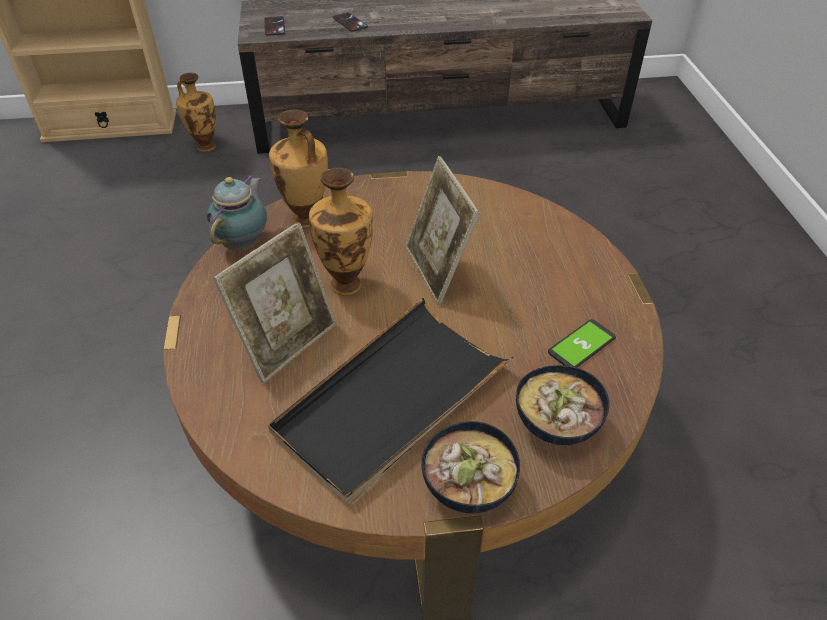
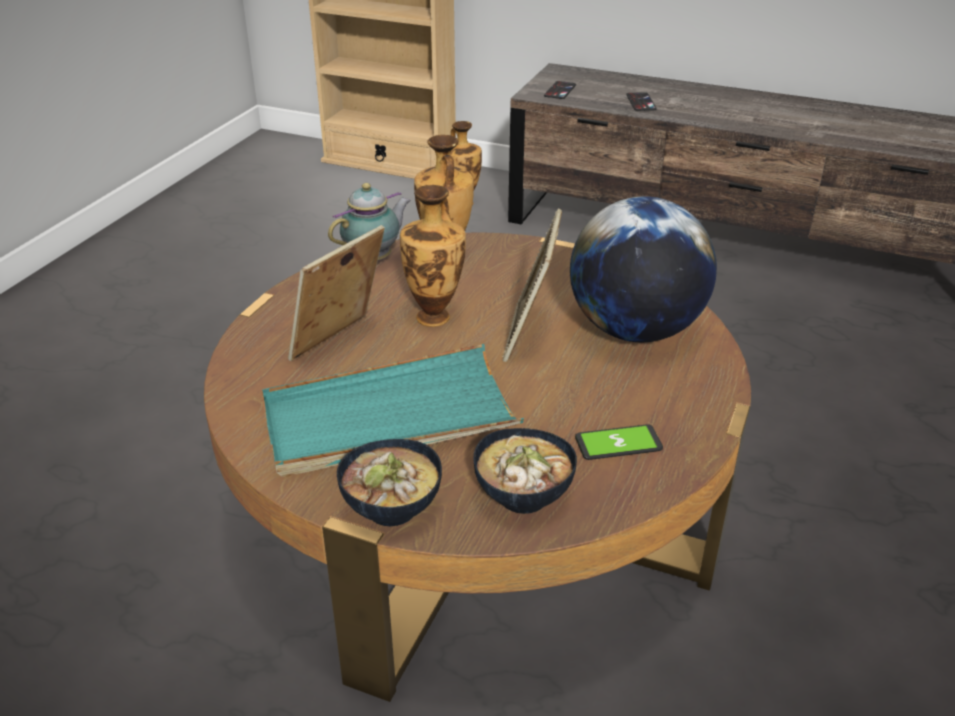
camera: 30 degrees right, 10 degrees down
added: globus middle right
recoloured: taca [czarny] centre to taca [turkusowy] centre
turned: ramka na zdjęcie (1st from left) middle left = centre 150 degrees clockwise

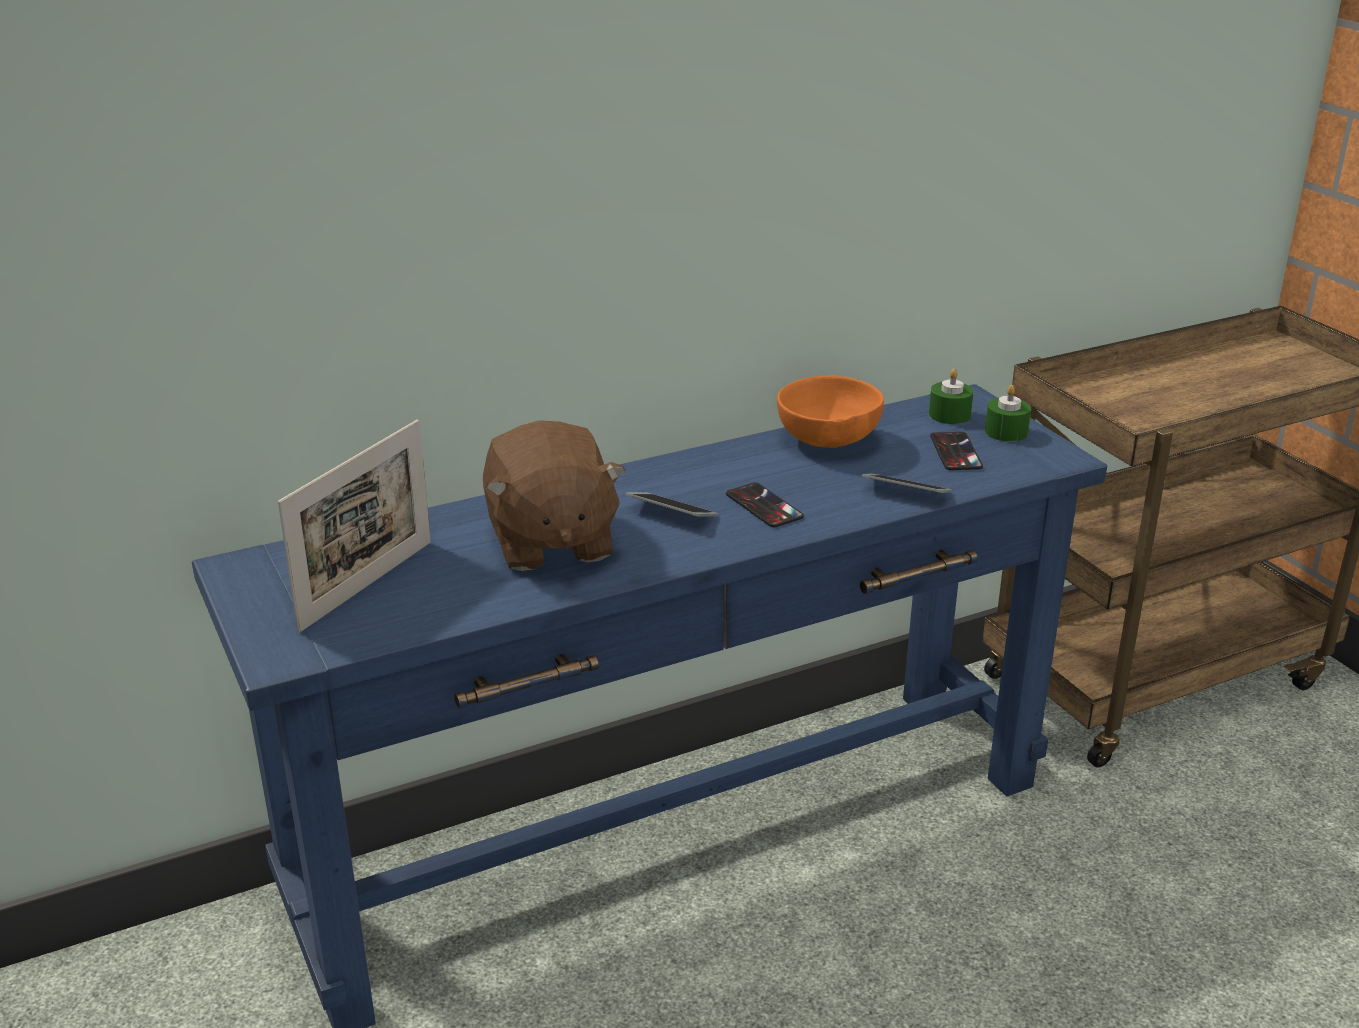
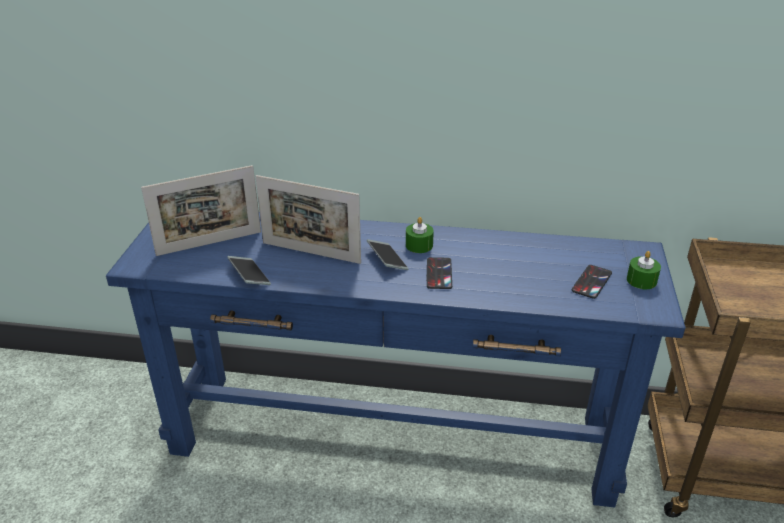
camera: 35 degrees right, 5 degrees up
removed: miska [pomarańczowy] centre
moved: telefon (3rd from left in the first image) middle right to telefon (1st from left) middle left; świeca [zielony] (1st from left) middle right to centre
replaced: pluszak [brązowy] centre to ramka na zdjęcie (2nd from left) centre

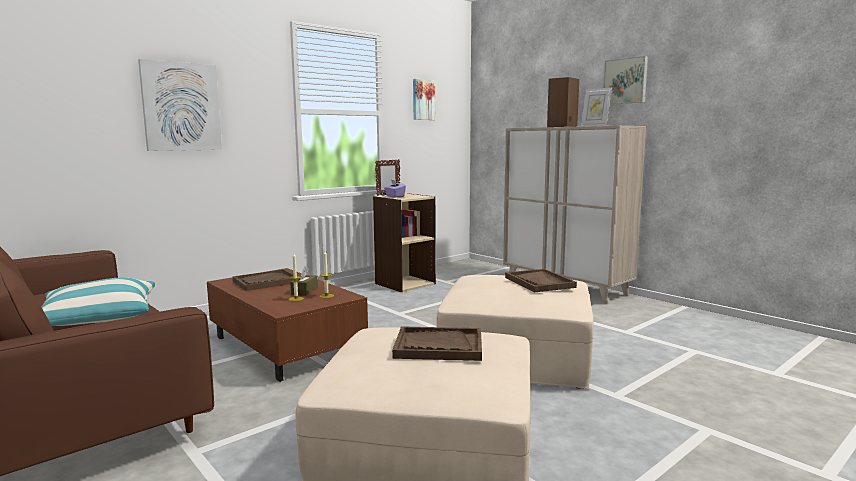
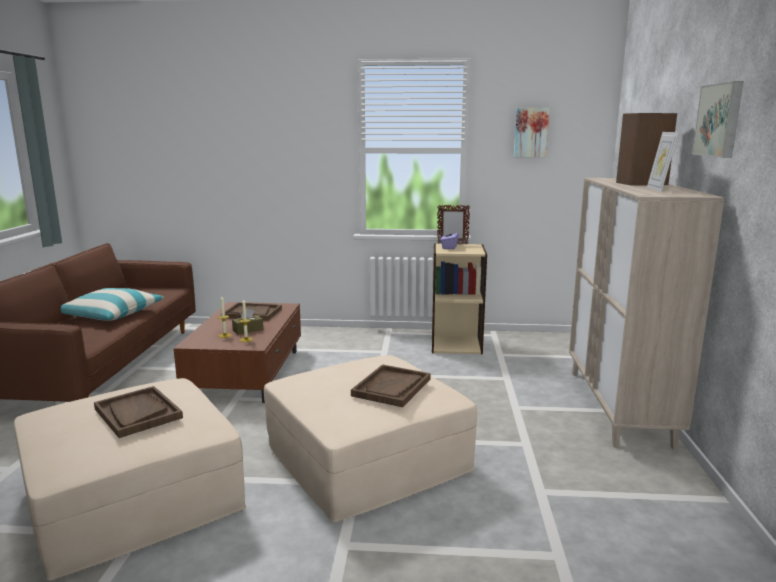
camera: 45 degrees right, 5 degrees up
removed: obraz (1st from left) top left

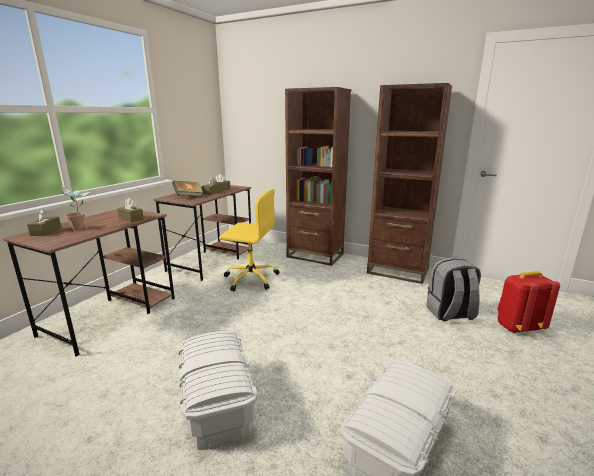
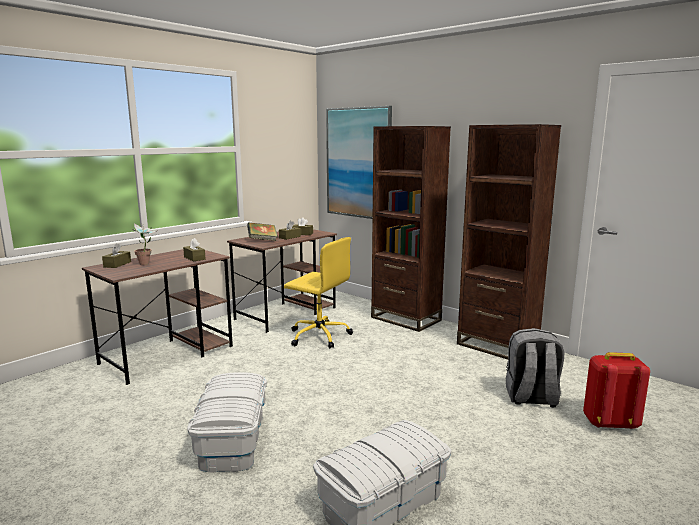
camera: 15 degrees right, 5 degrees down
added: obraz top centre

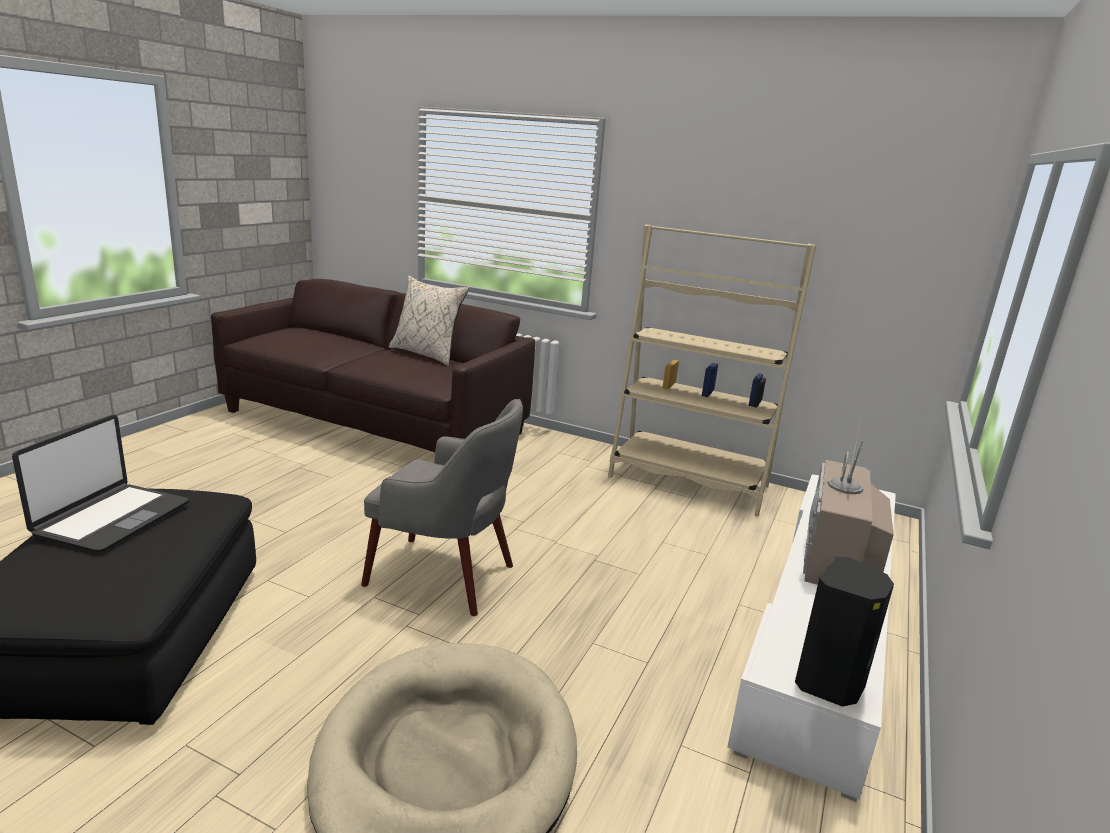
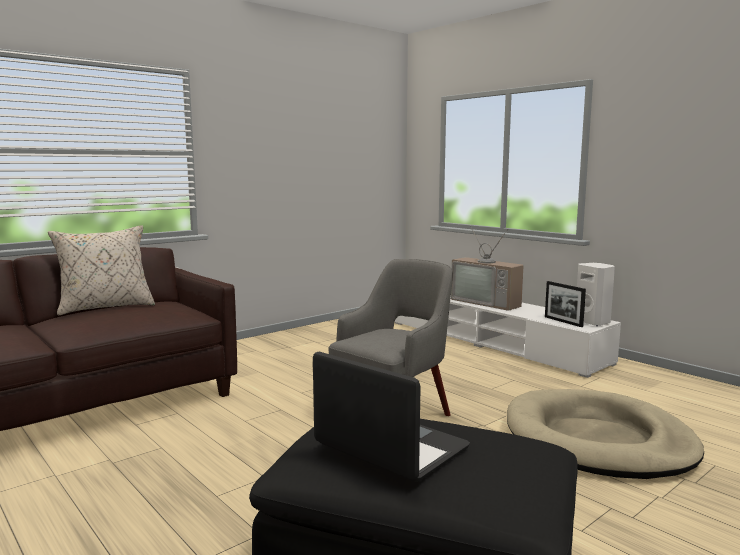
camera: 65 degrees left, 10 degrees down
removed: regał [beżowy] centre
added: ramka na zdjęcie middle right
recoloured: głośnik [czarny] bottom right to głośnik [biały] middle right

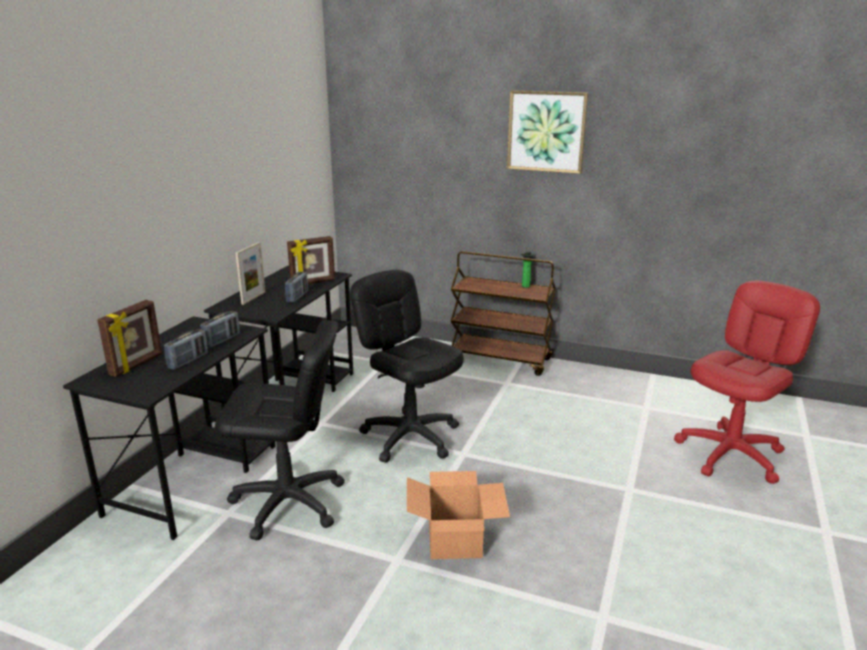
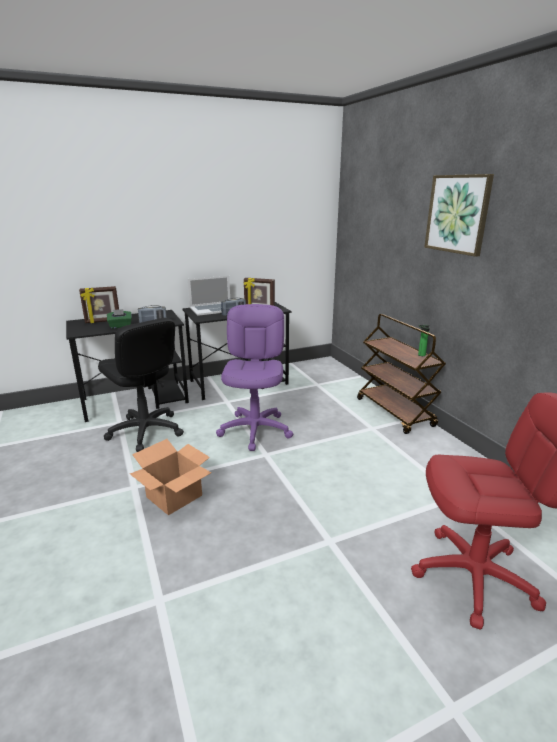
camera: 45 degrees right, 0 degrees up
replaced: radio (1st from left) middle left to pudełko chusteczek [zielony] middle left; ramka na zdjęcie (2nd from left) middle left to laptop centre
recoloured: krzesło biurowe [czarny] (2nd from left) centre to krzesło biurowe [fioletowy] centre

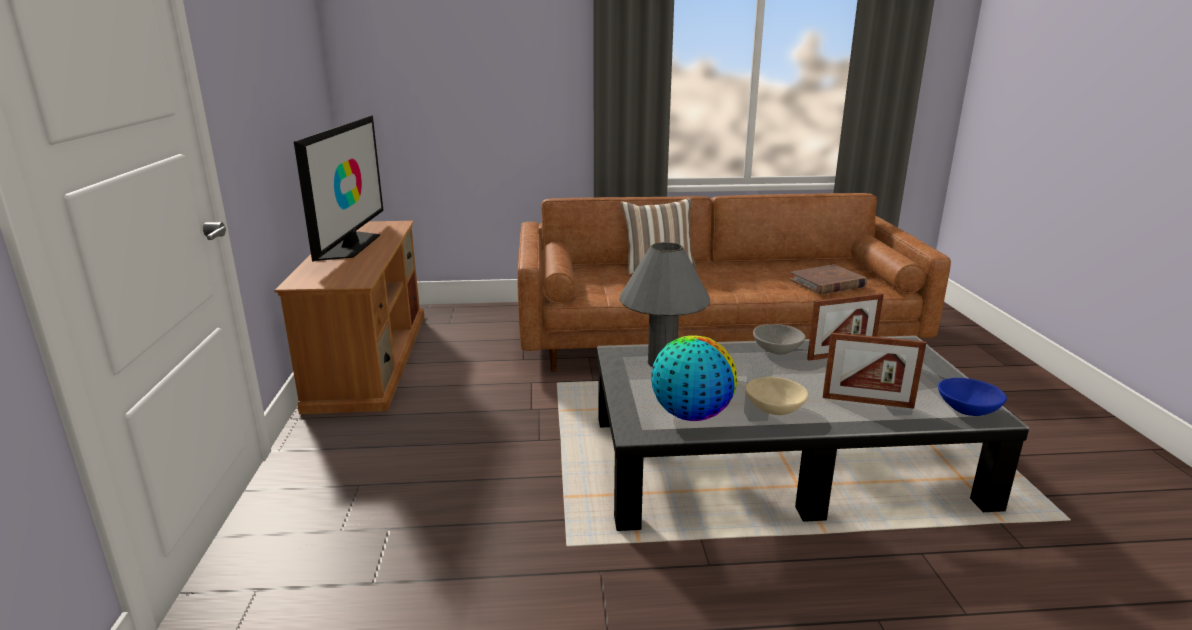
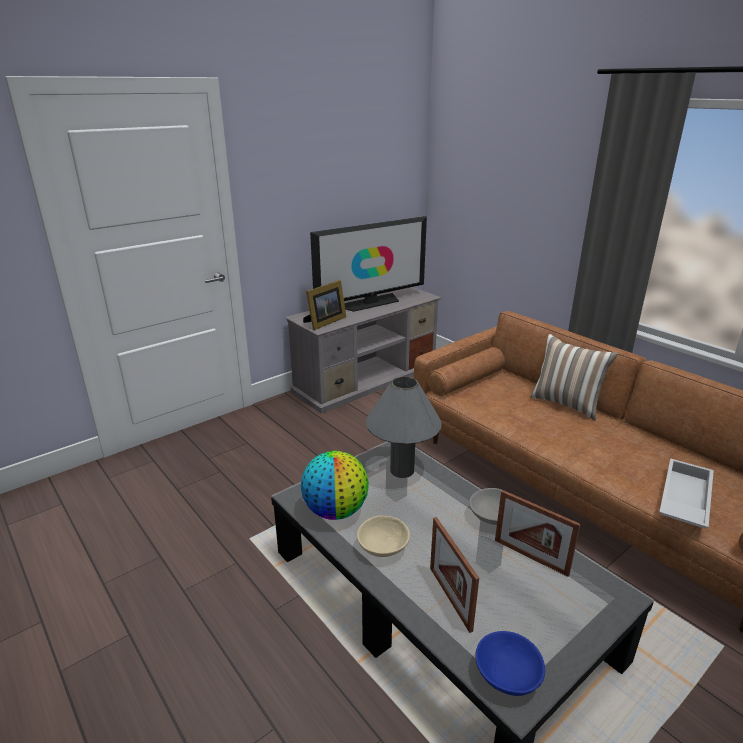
camera: 55 degrees right, 5 degrees up
added: ramka na zdjęcie (1st from left) centre
replaced: książka [brązowy] middle right to taca [biały] middle right
recoloured: szafka pod telewizor [brązowy] middle left to szafka pod telewizor [szary] centre

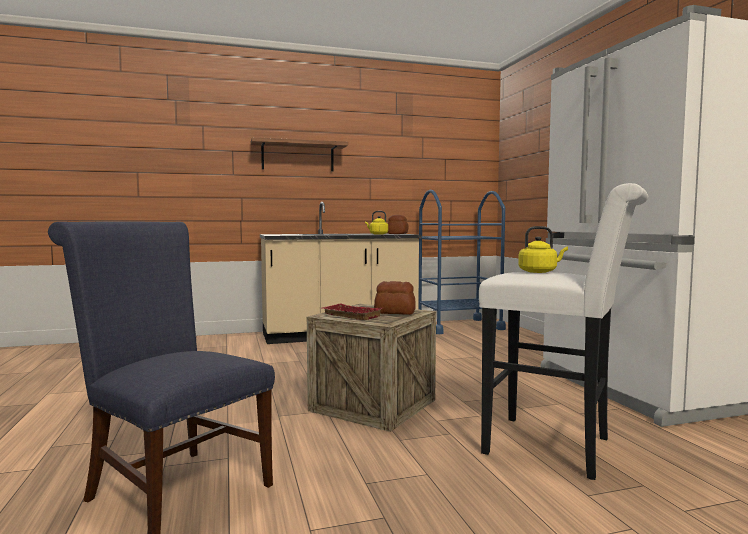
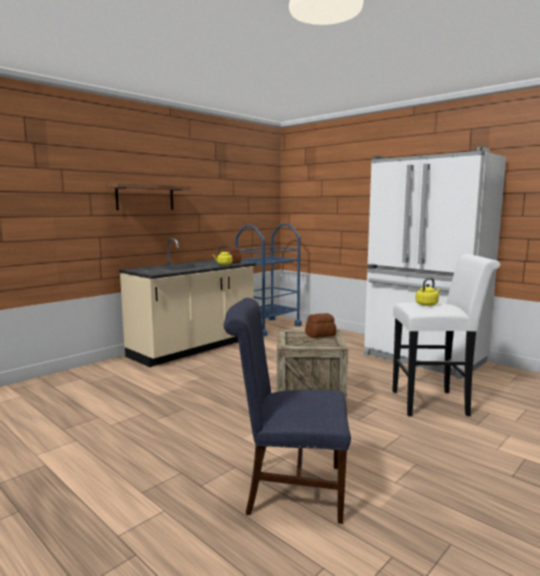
camera: 30 degrees left, 5 degrees up
removed: taca [czerwony] centre

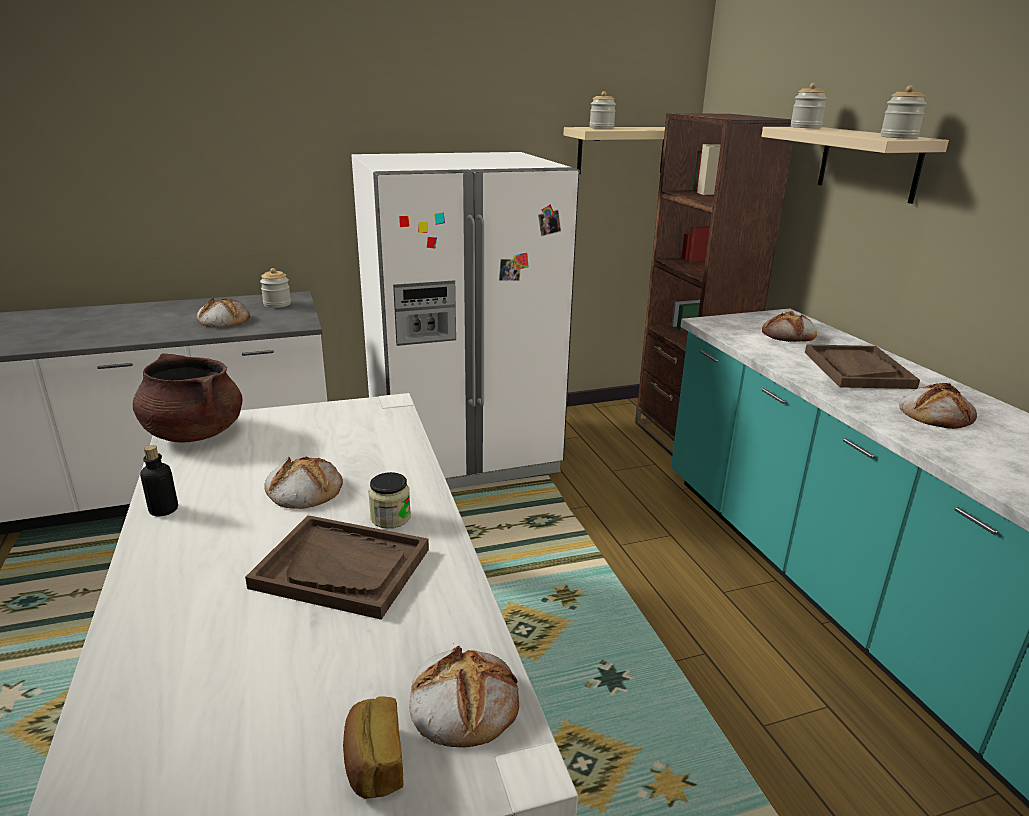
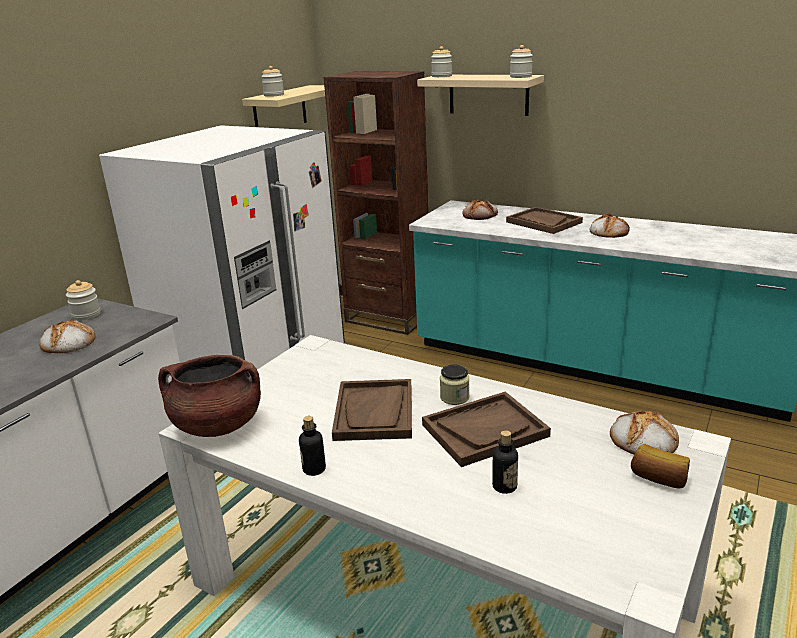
camera: 40 degrees left, 0 degrees up
added: butelka (2nd from left) bottom centre
replaced: chleb (2nd from left) middle left to taca [brązowy] (1st from left) centre

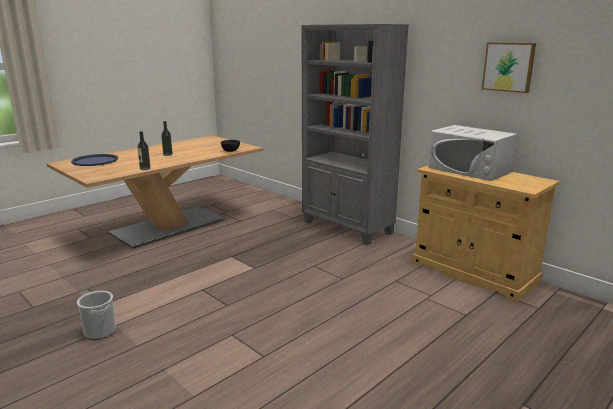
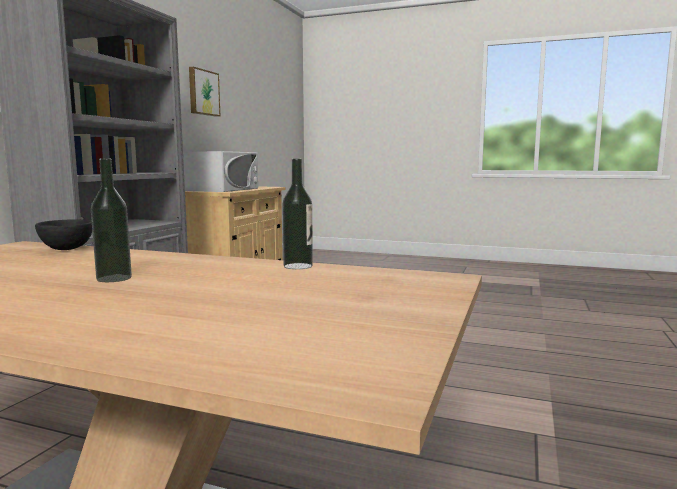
camera: 115 degrees left, 10 degrees down
removed: taca [niebieski] middle left; wiadro bottom left

